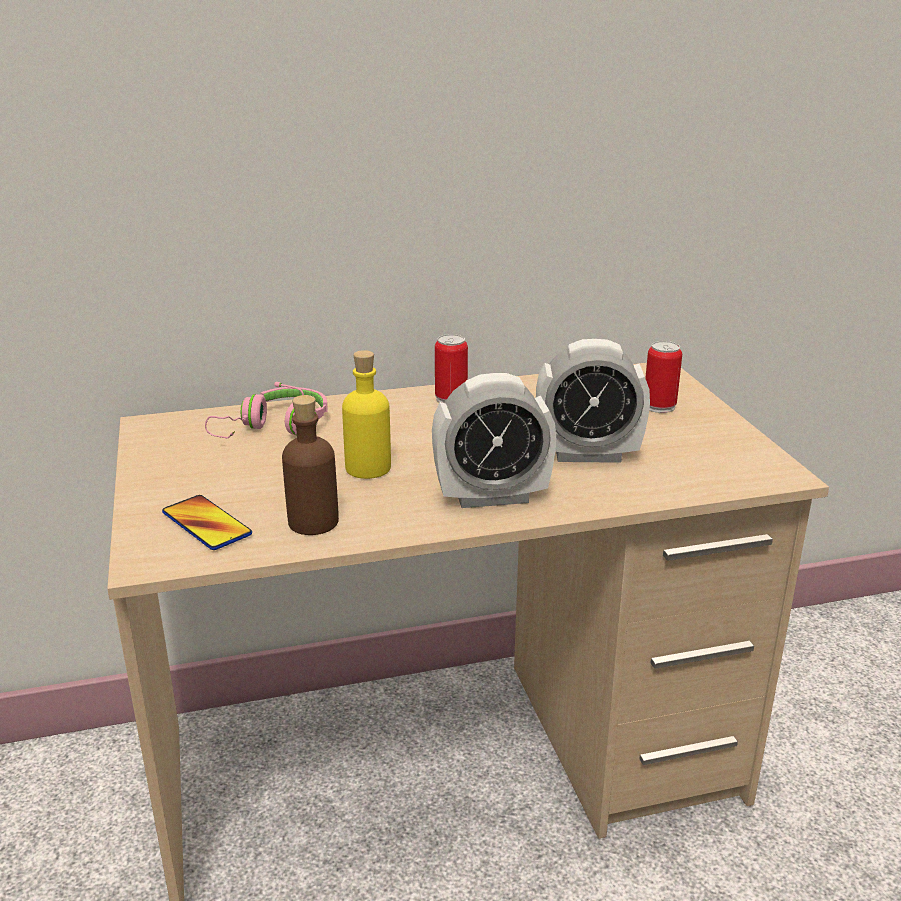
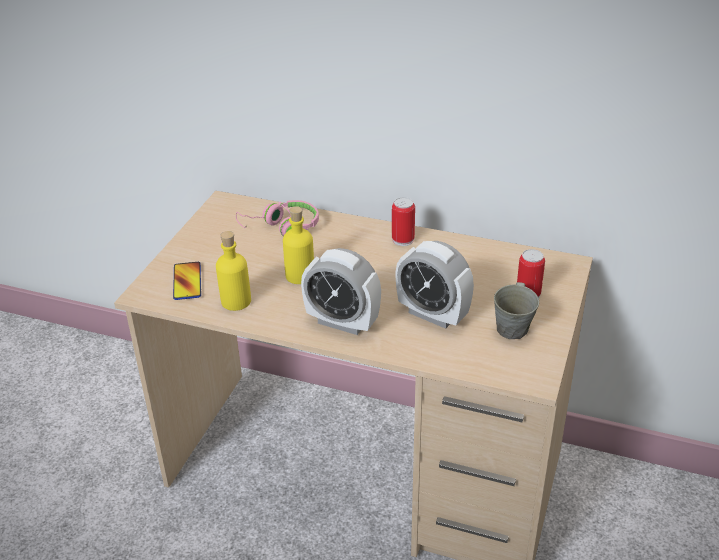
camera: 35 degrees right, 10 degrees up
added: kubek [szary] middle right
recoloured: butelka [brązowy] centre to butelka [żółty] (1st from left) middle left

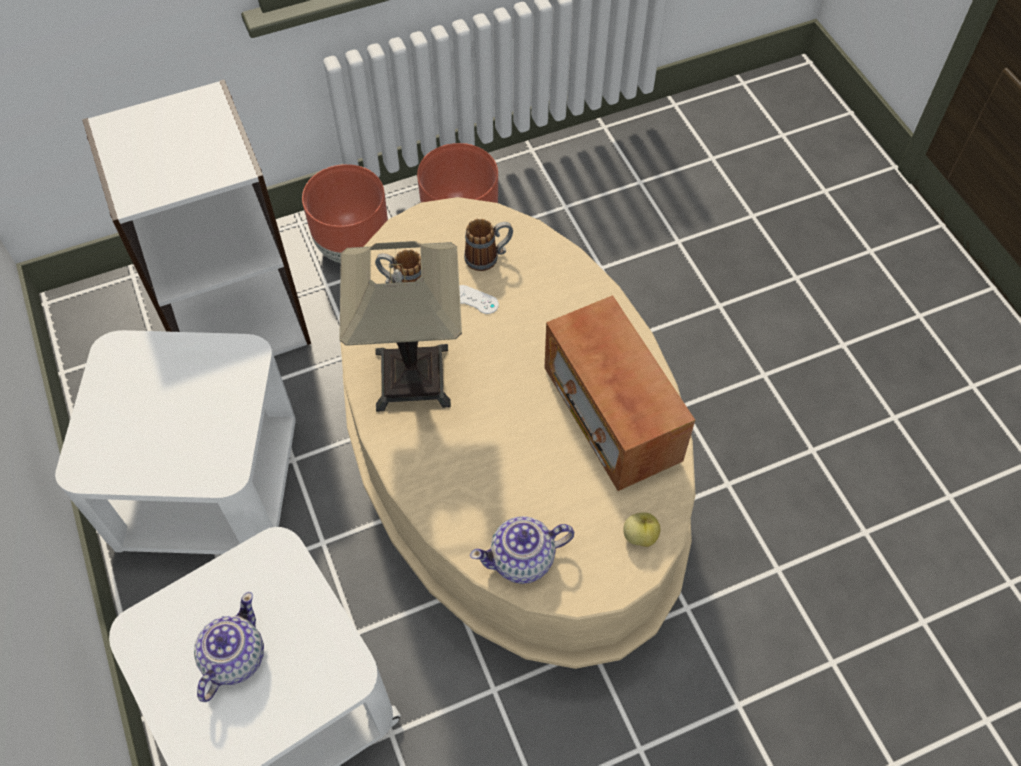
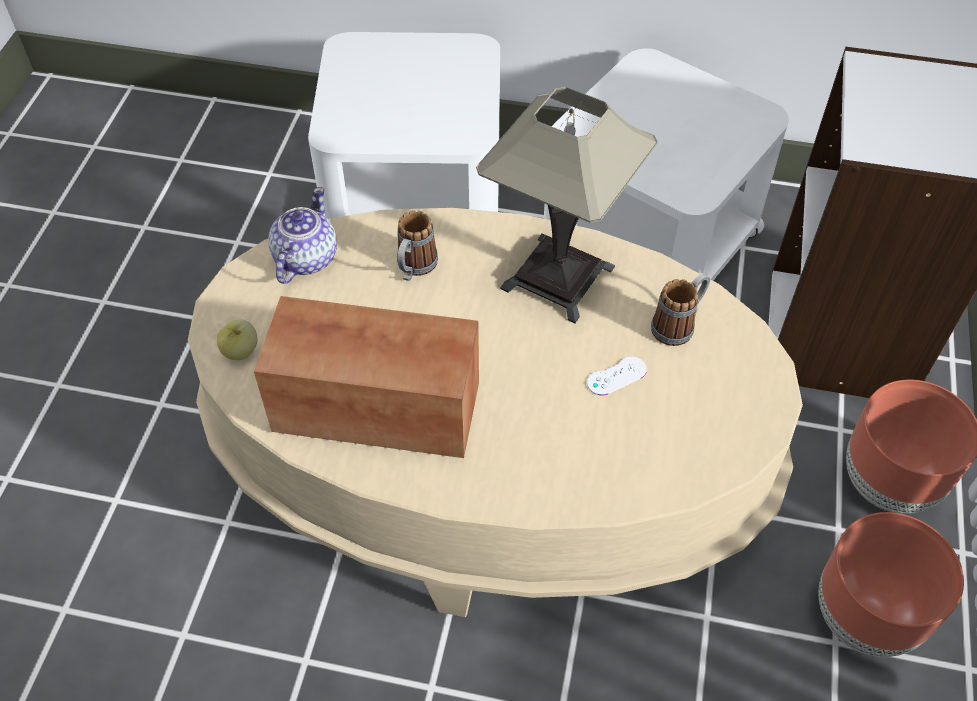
camera: 125 degrees right, 5 degrees down
removed: imbryk (1st from left) bottom left
moved: kubek (2nd from left in the first image) top centre to kubek (1st from left) centre

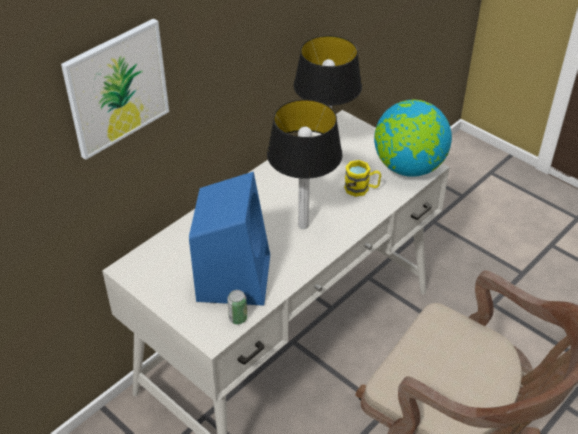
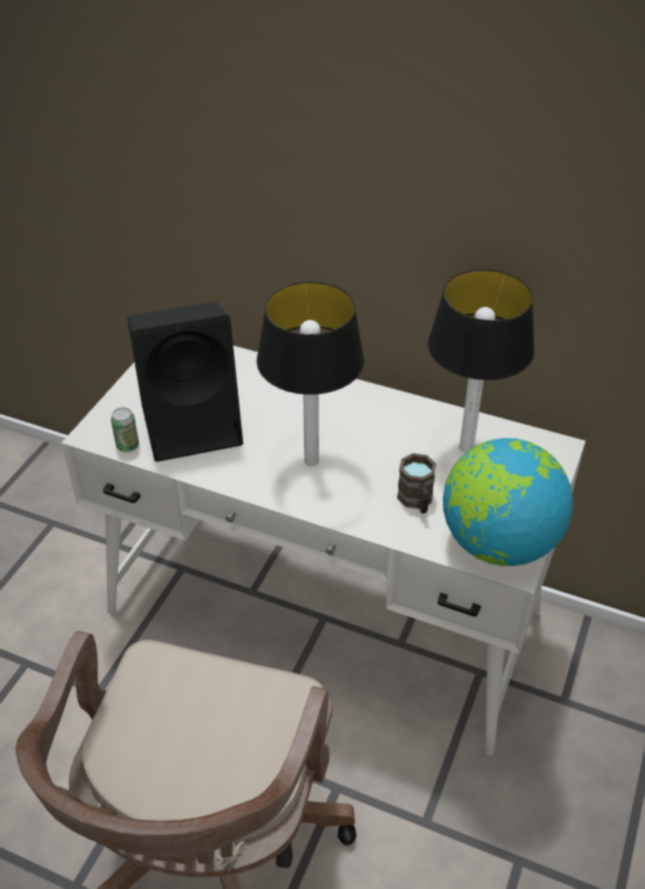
camera: 70 degrees right, 0 degrees up
removed: obraz top left
recoloured: głośnik [niebieski] centre to głośnik [czarny] middle left; kubek [żółty] centre to kubek [brązowy] centre

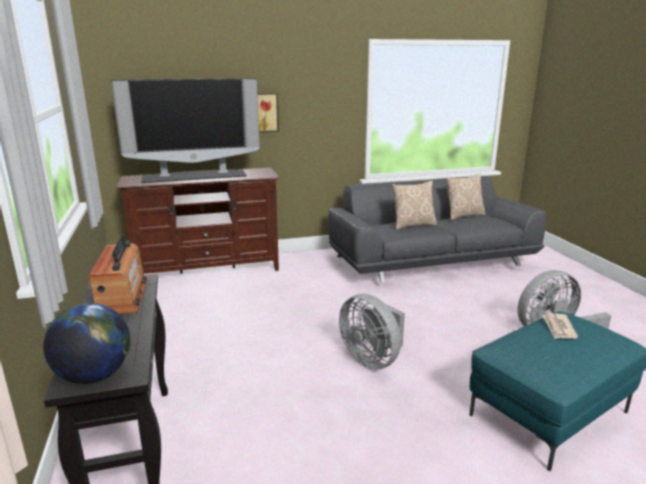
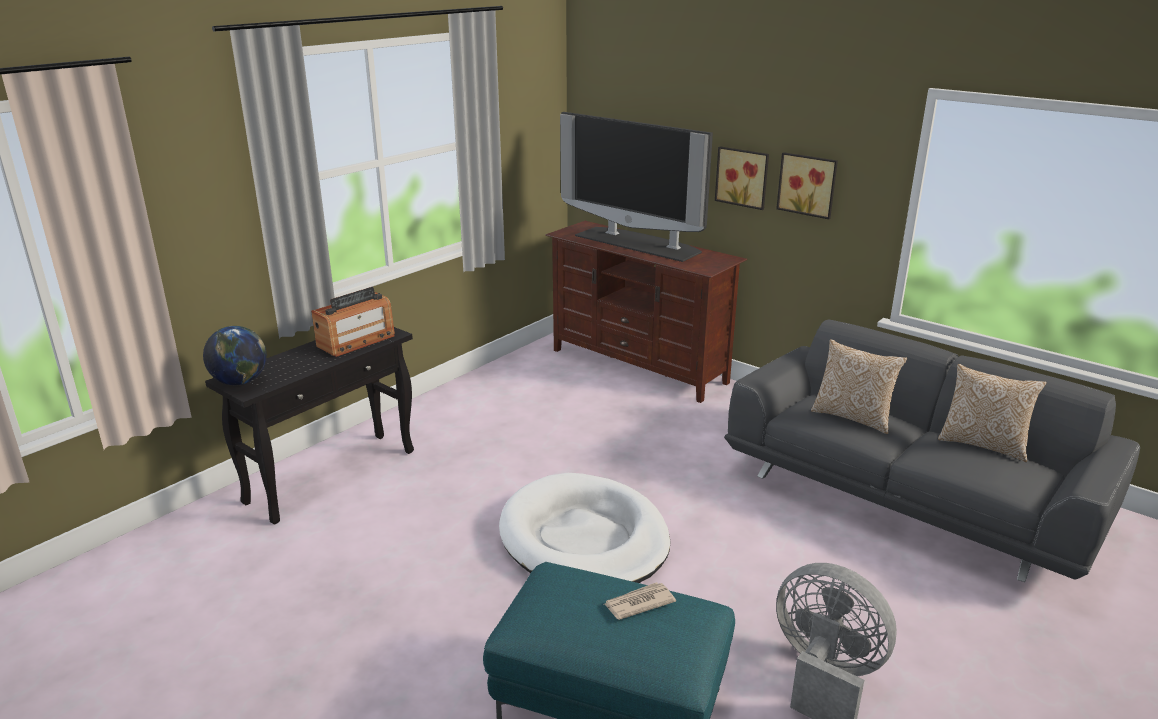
camera: 55 degrees right, 5 degrees up
added: obraz (2nd from left) top right
replaced: wentylator [szary] (1st from left) bottom centre to legowisko [biały] bottom centre

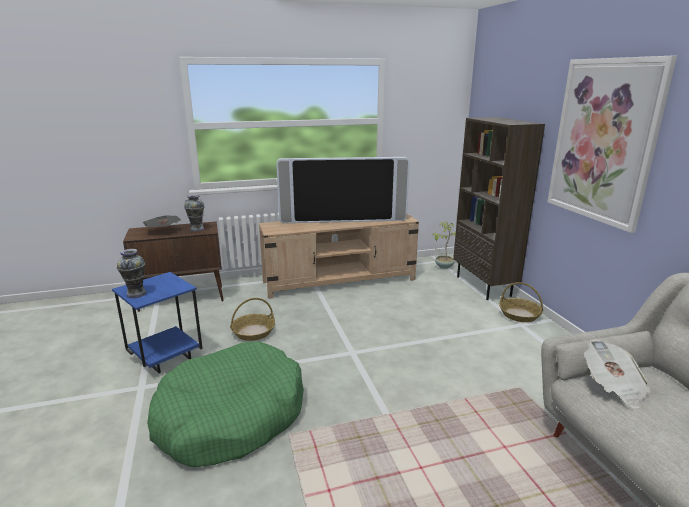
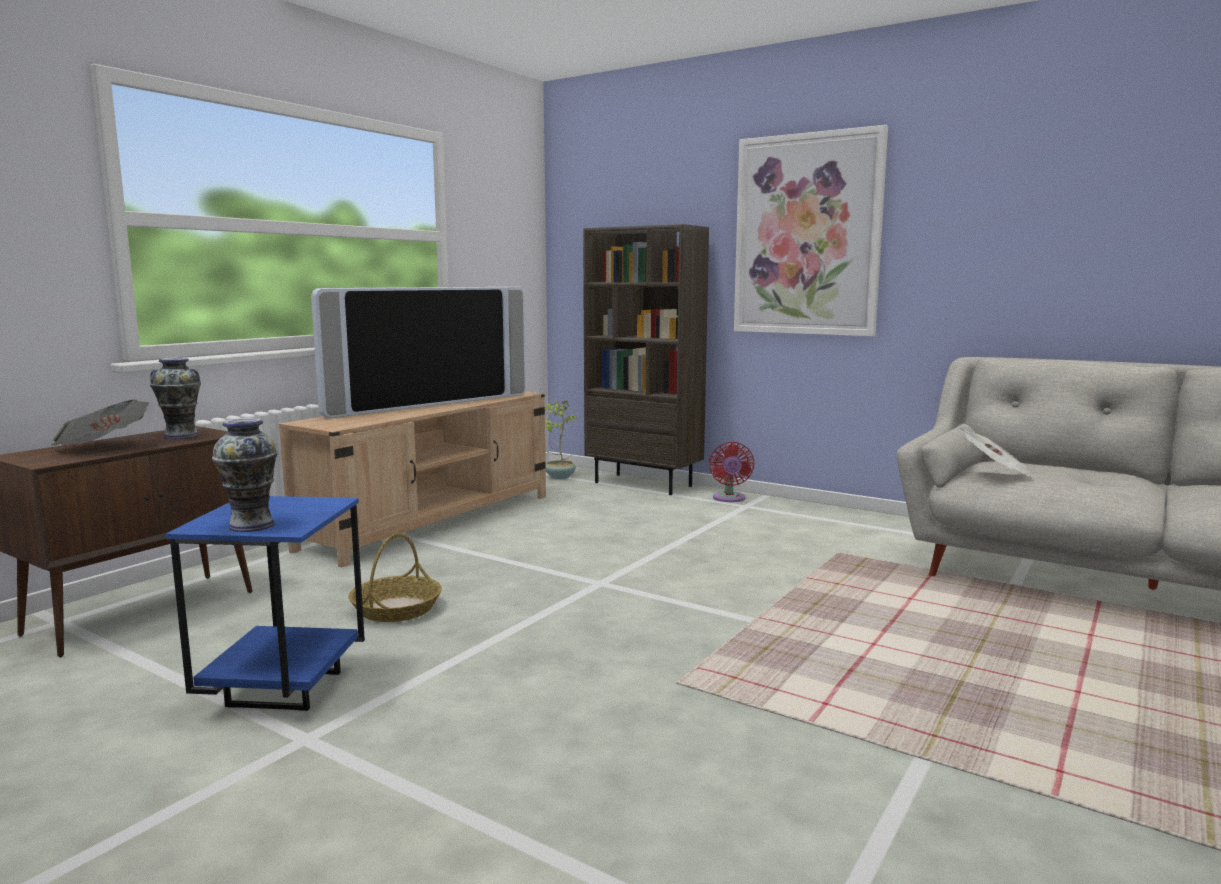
camera: 40 degrees left, 10 degrees down
removed: legowisko [zielony] bottom left
replaced: koszyk (2nd from left) middle right to wentylator [czerwony] centre

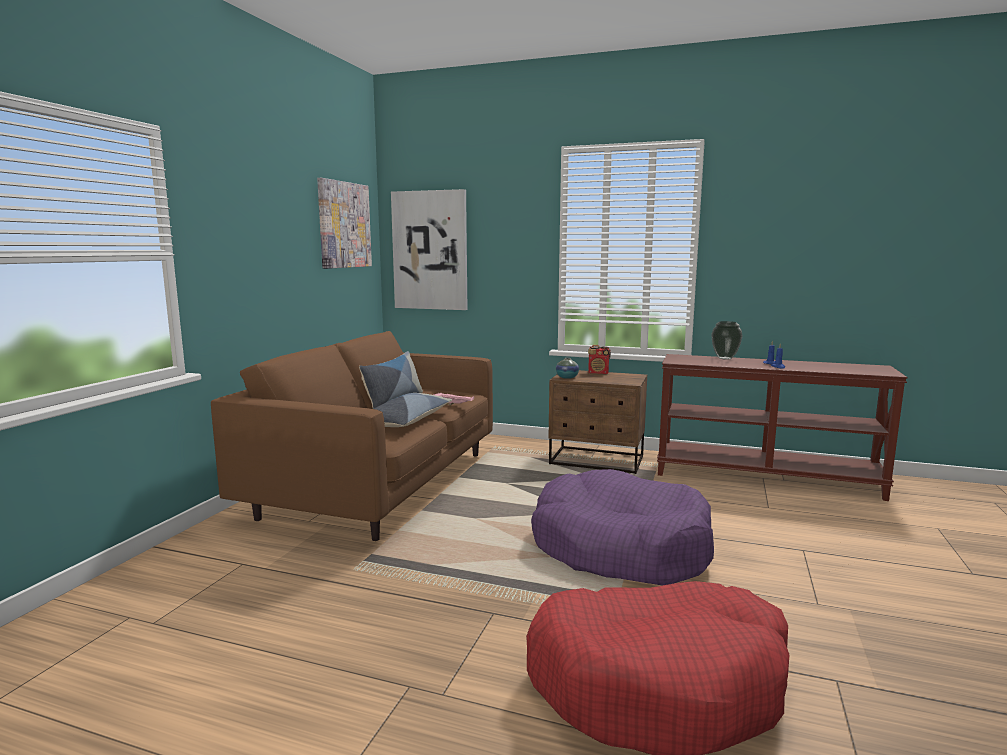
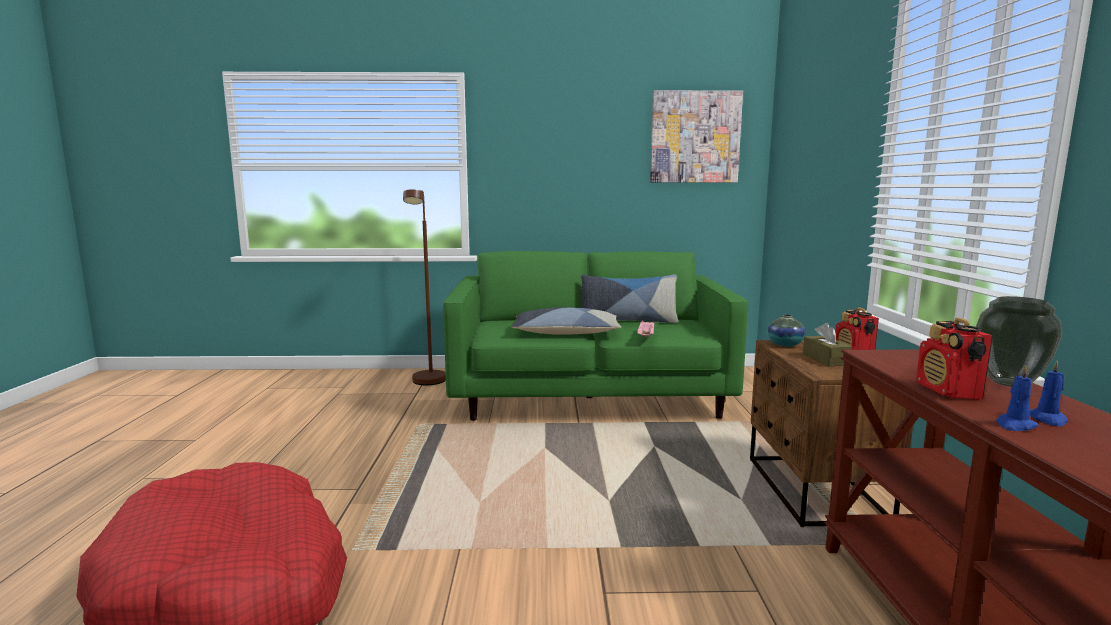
camera: 70 degrees right, 0 degrees up
removed: obraz (2nd from left) top centre; legowisko [fioletowy] bottom centre
added: lampa stojąca [brązowy] centre; pudełko chusteczek [brązowy] middle right; radio (2nd from left) middle right
recoloured: kanapa [brązowy] centre to kanapa [zielony] centre

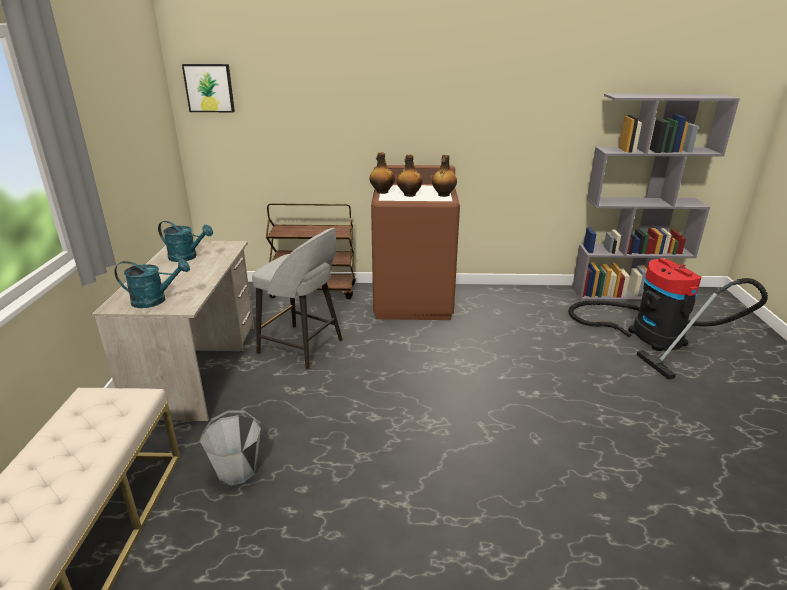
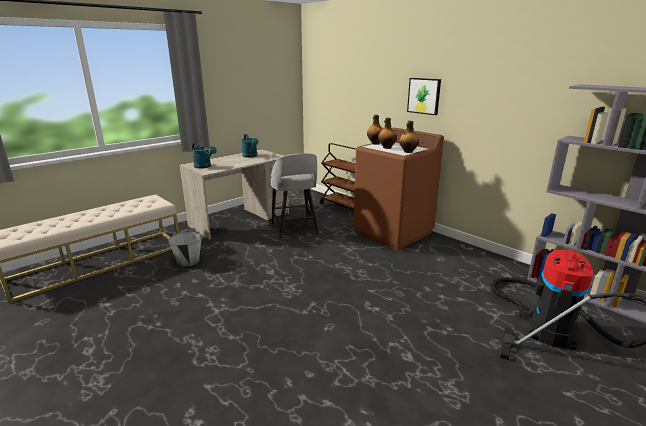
camera: 45 degrees right, 5 degrees down
moved: obraz top left to top centre

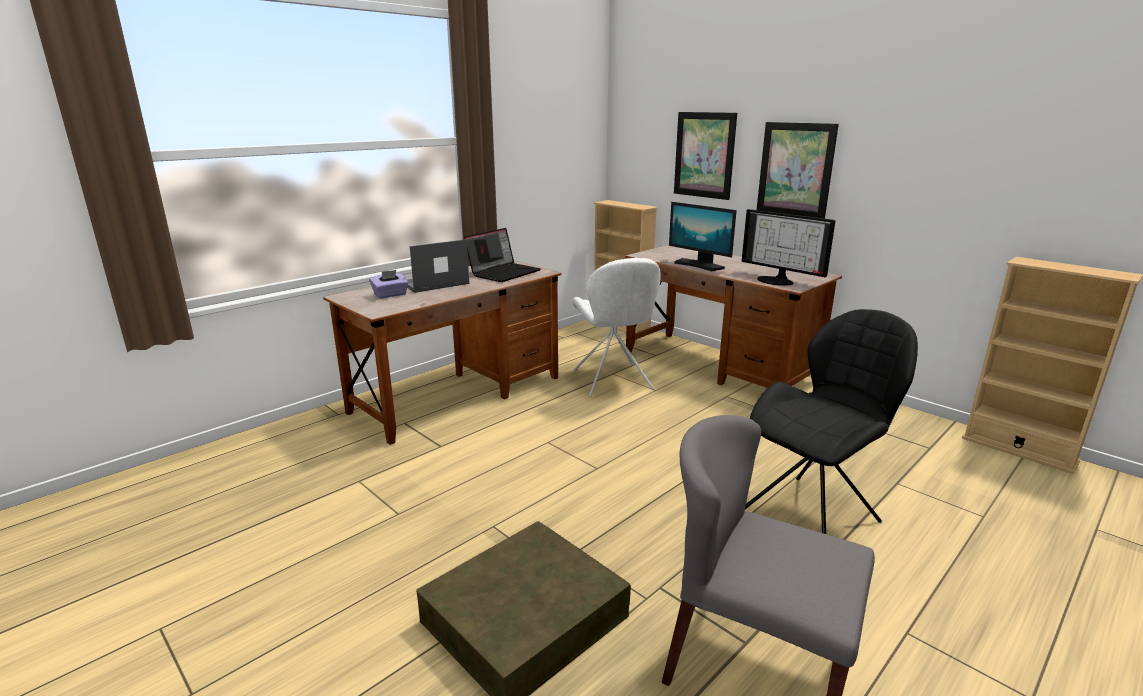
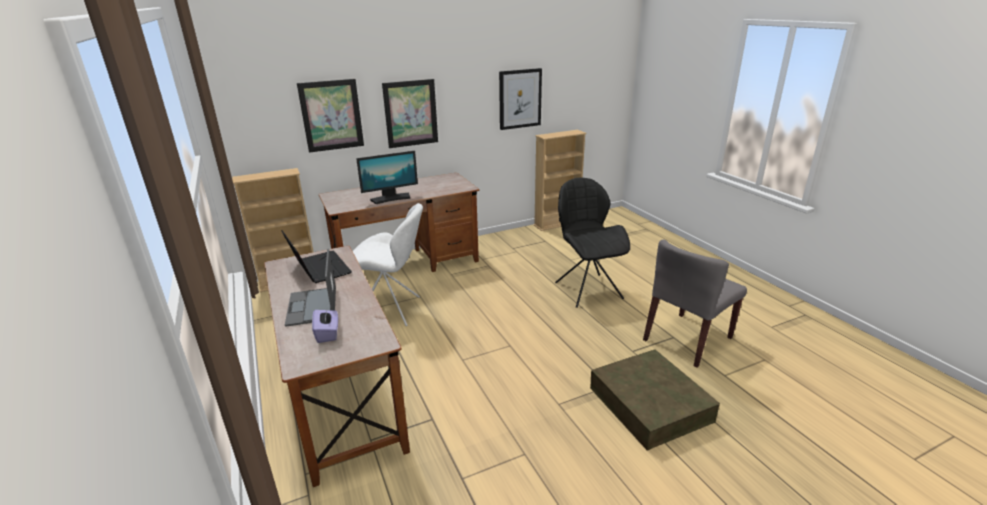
camera: 70 degrees left, 5 degrees up
removed: monitor (2nd from left) middle right
added: obraz (3rd from left) top centre

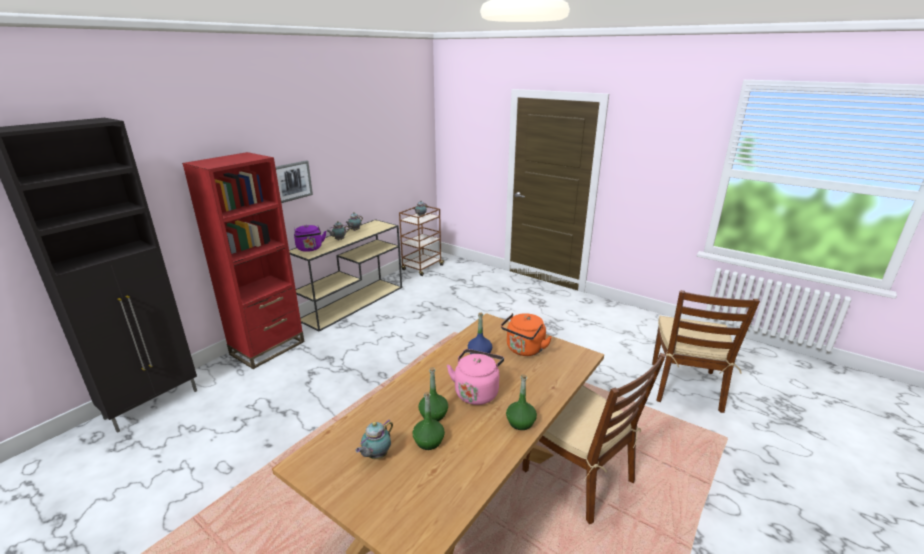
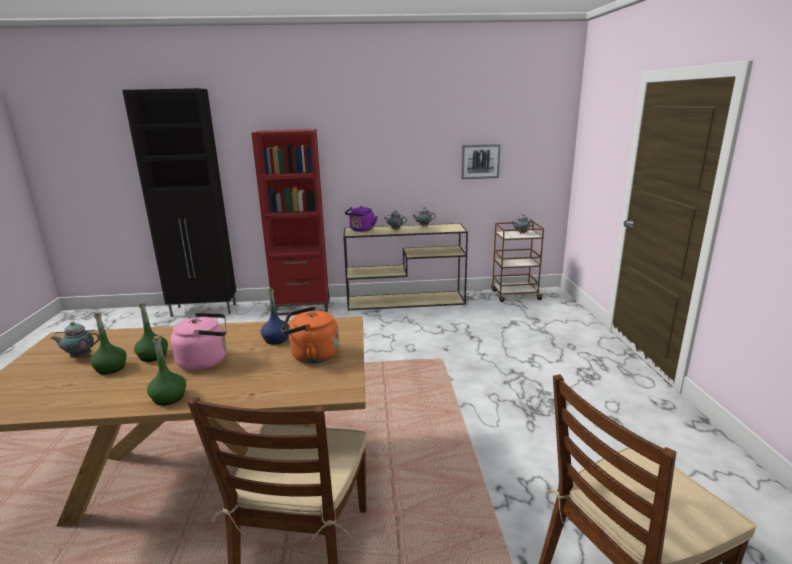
camera: 50 degrees right, 5 degrees down
moved: obraz top left to top centre

